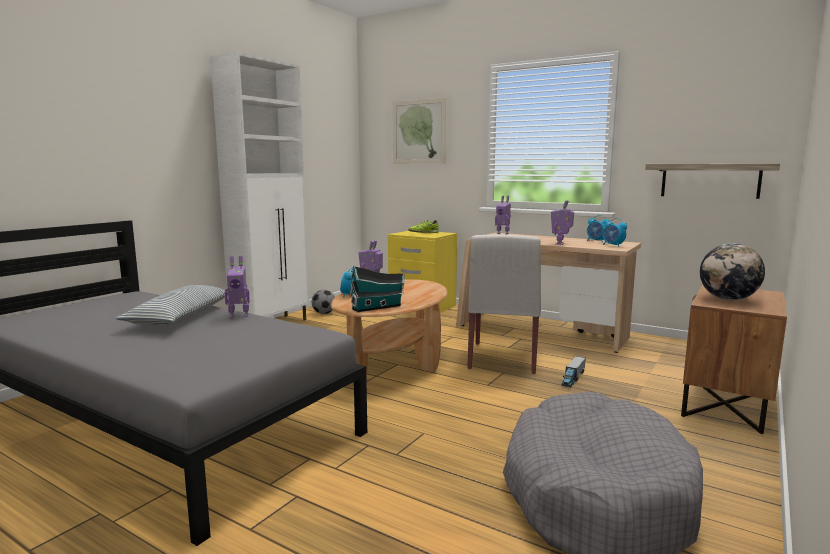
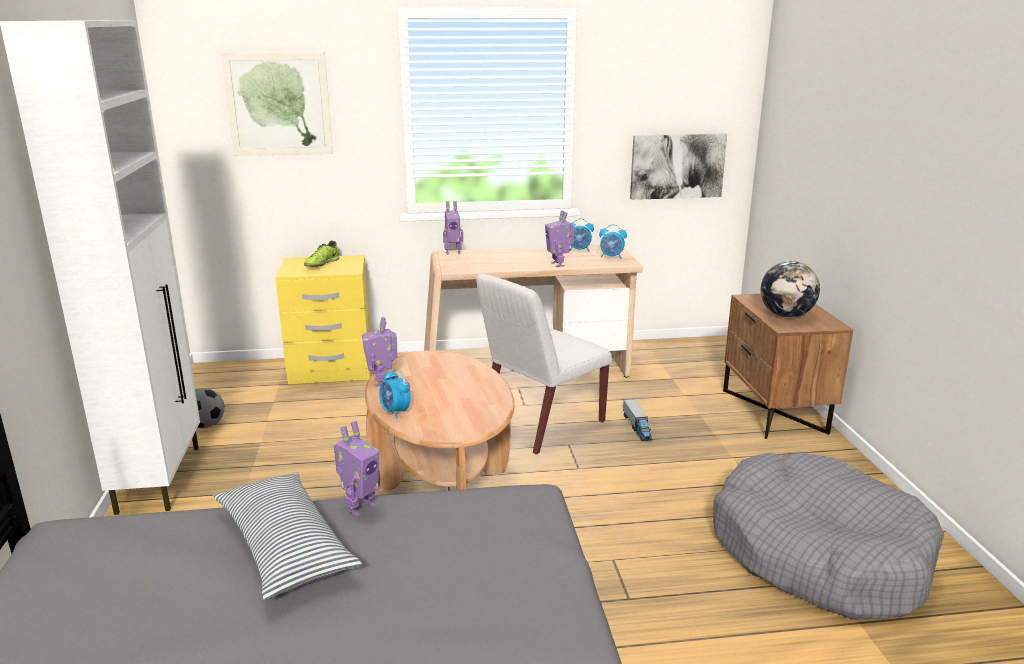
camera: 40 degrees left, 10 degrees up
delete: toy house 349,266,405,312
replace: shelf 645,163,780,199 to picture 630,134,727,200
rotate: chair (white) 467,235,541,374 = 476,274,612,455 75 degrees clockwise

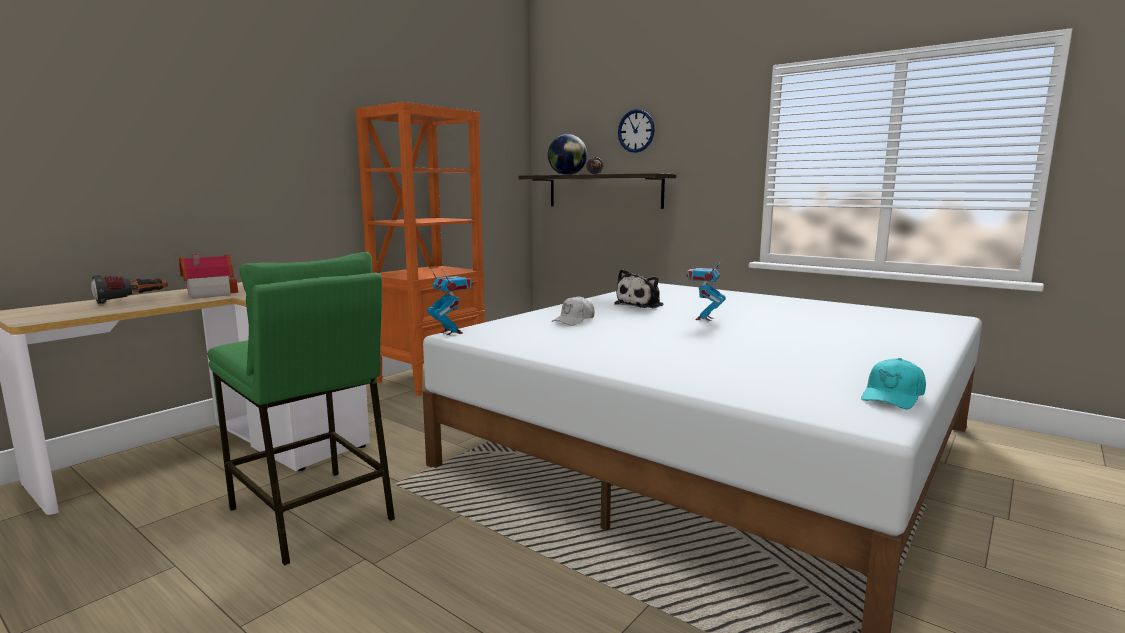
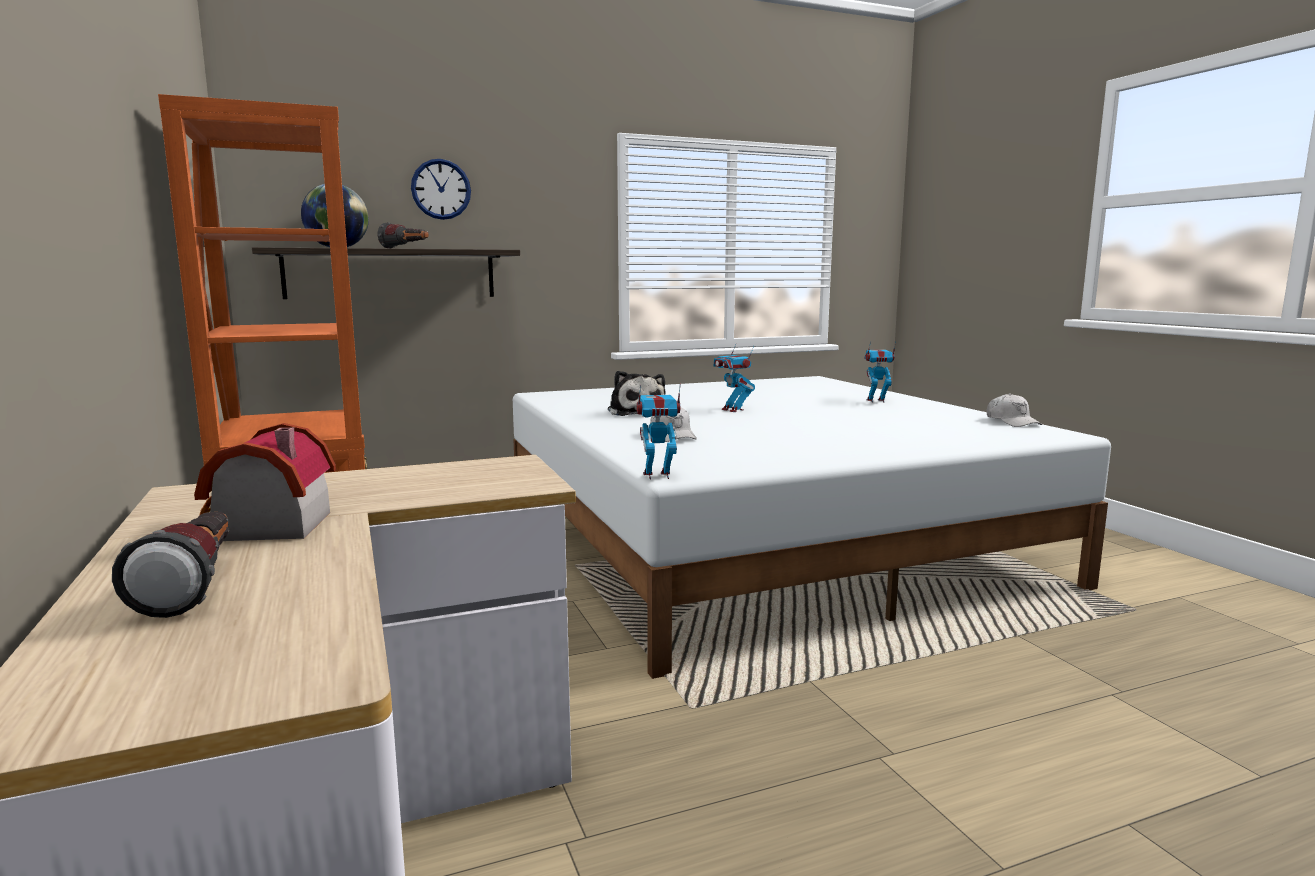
camera: 60 degrees left, 0 degrees up
delete: stool (green) 207,252,395,566
insert: toy robot 864,341,896,403
recolor: cap (turquoise) 861,358,926,409 to cap (white) 987,393,1042,427

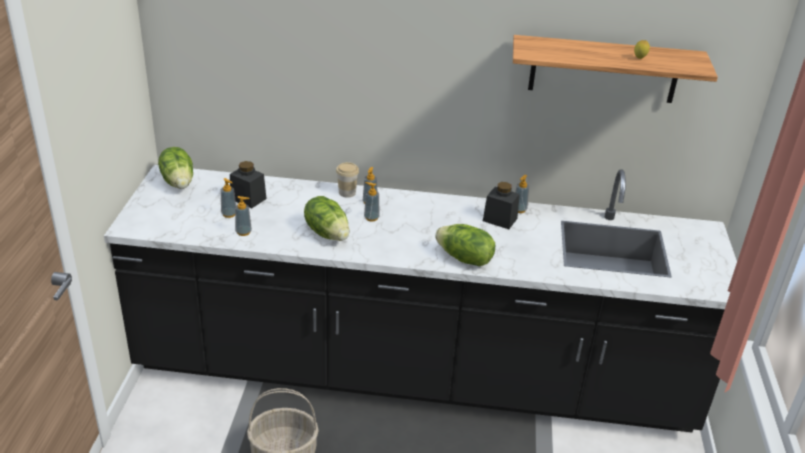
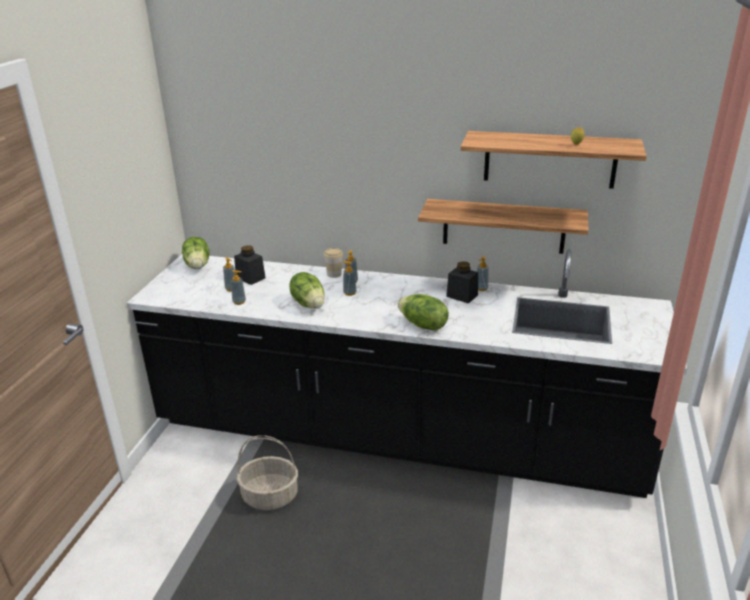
camera: 10 degrees right, 5 degrees down
insert: shelf 418,199,589,254

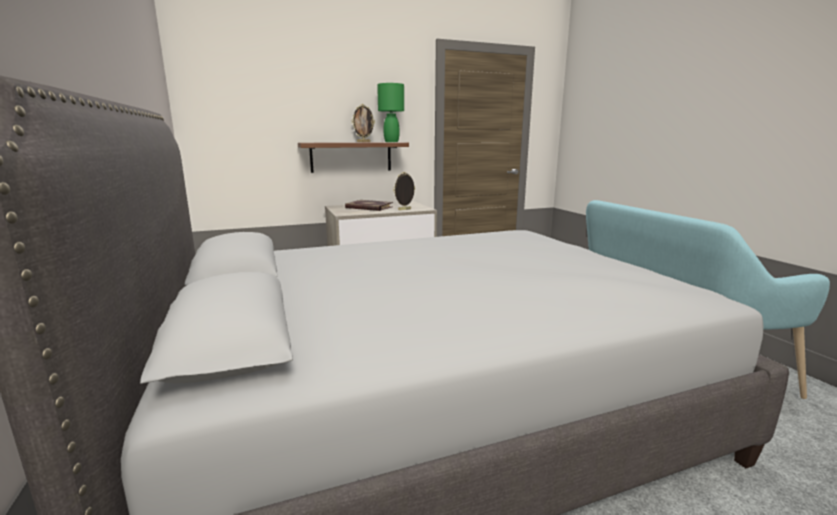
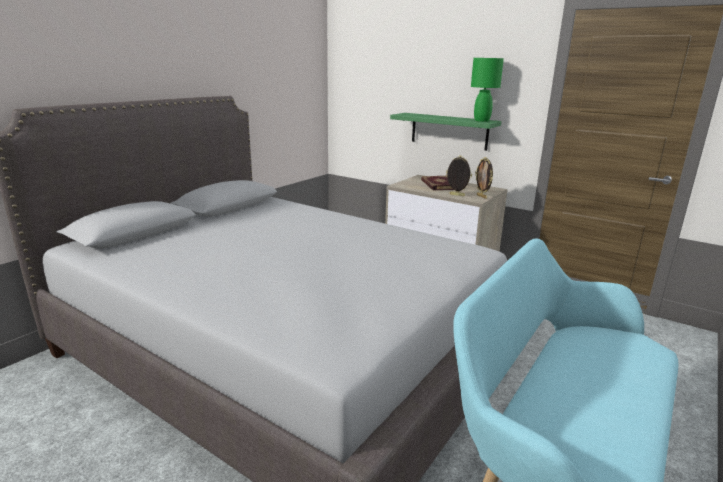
camera: 55 degrees right, 5 degrees up
move: picture frame 351,104,375,142 to 475,157,493,199
recolor: shelf (brown) 298,142,409,173 to shelf (green) 390,113,502,151

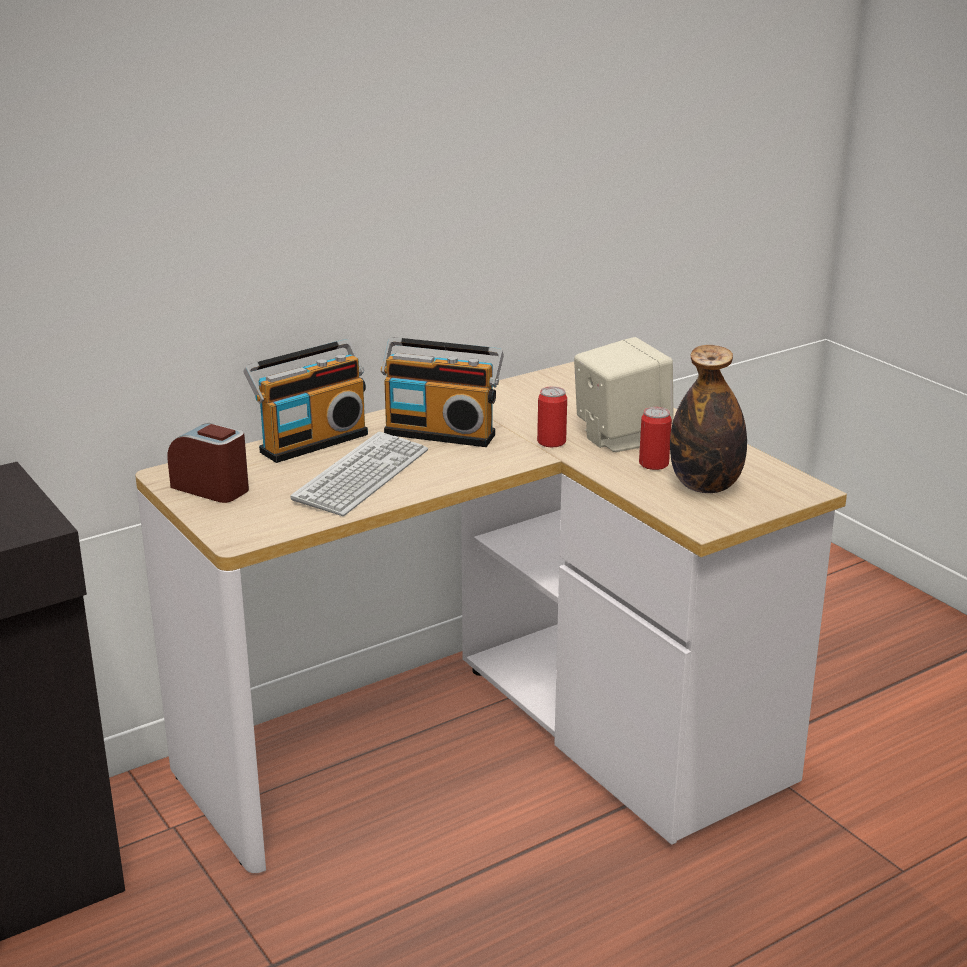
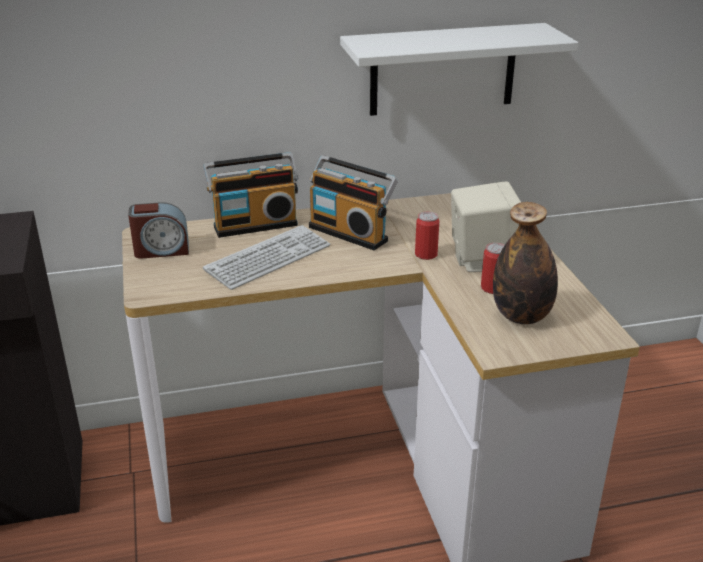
camera: 20 degrees right, 5 degrees up
insert: shelf (white) 340,23,578,116
rotate: alarm clock 168,423,249,503 = 128,202,189,259 120 degrees clockwise

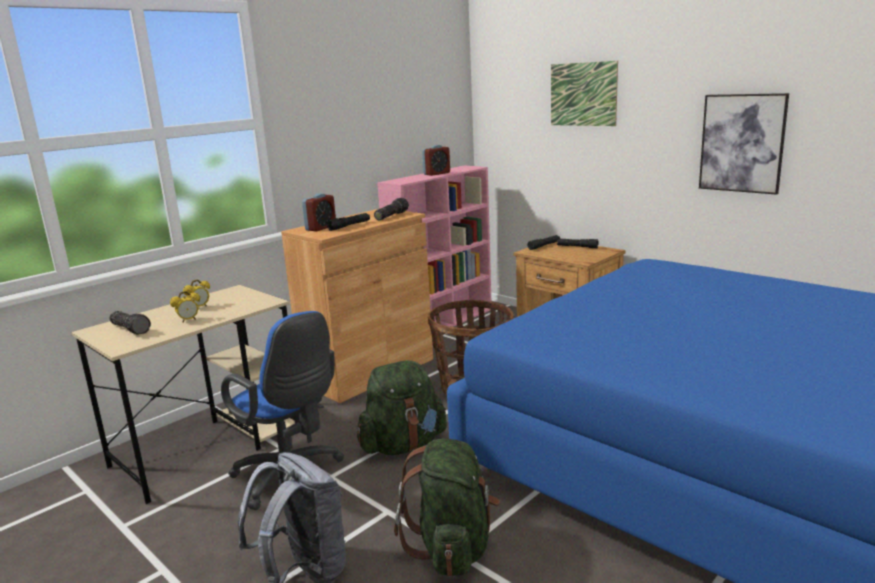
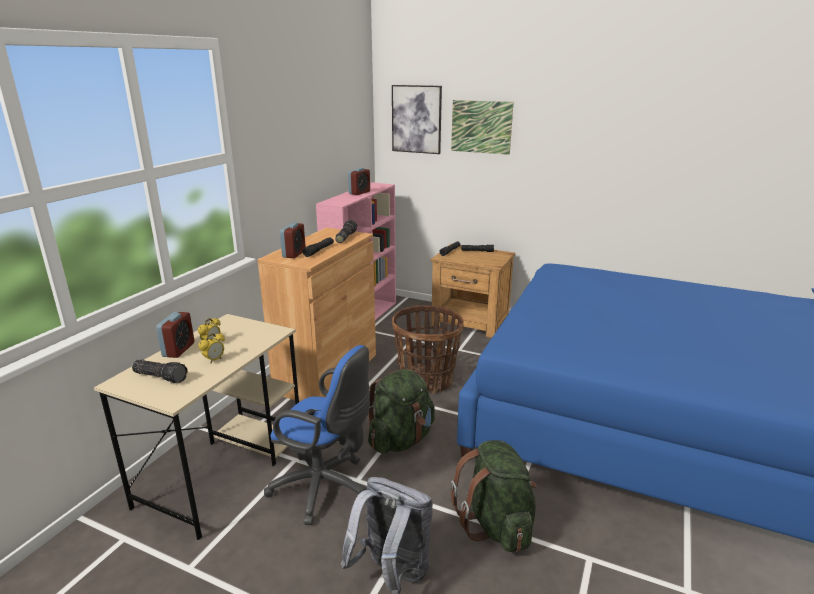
camera: 20 degrees left, 5 degrees up
insert: alarm clock 156,312,194,358
move: picture 699,93,789,195 to 392,85,442,154

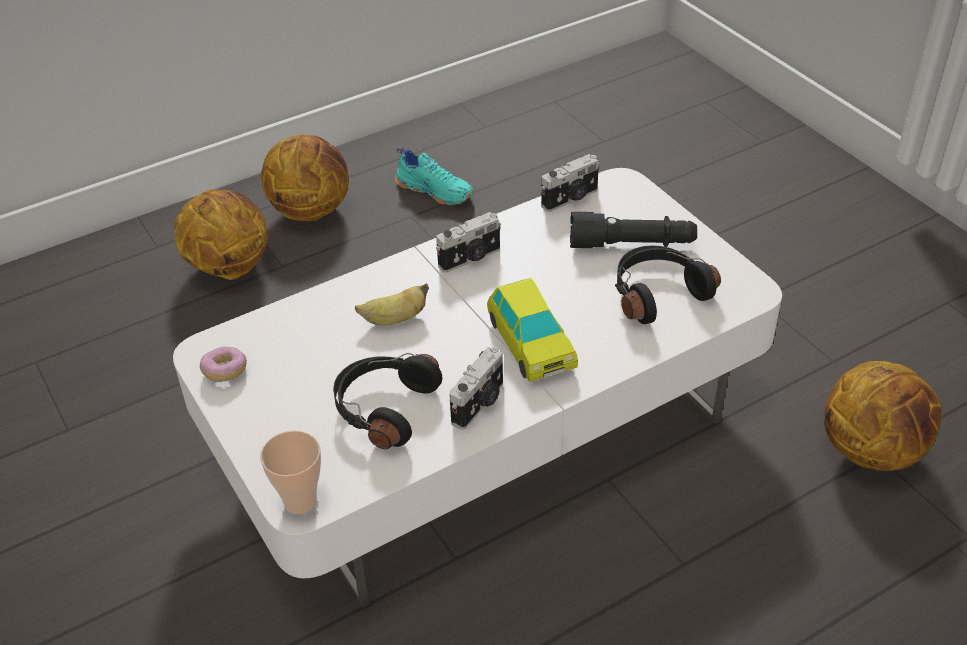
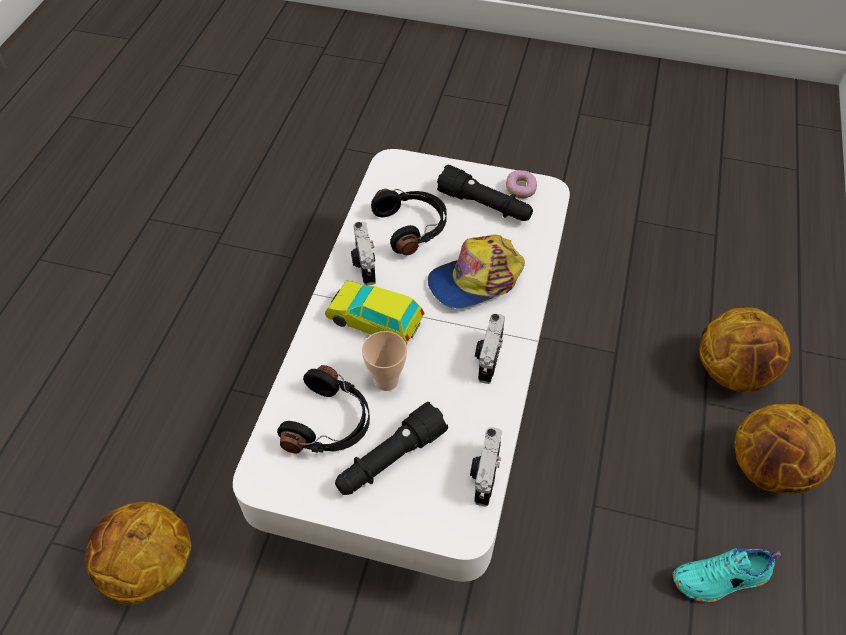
camera: 135 degrees right, 10 degrees up
insert: flashlight (black) 437,165,533,221
move: cup 260,430,321,514 to 362,331,407,391
replace: banana 355,283,429,325 to cap 428,234,525,309

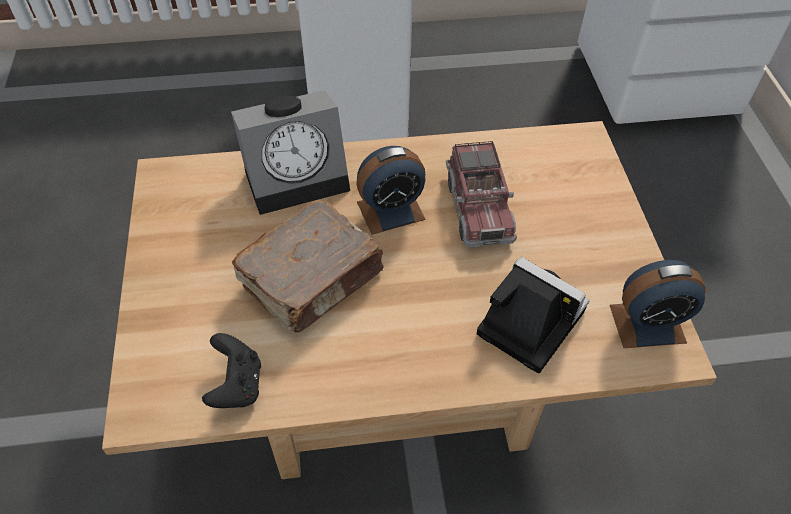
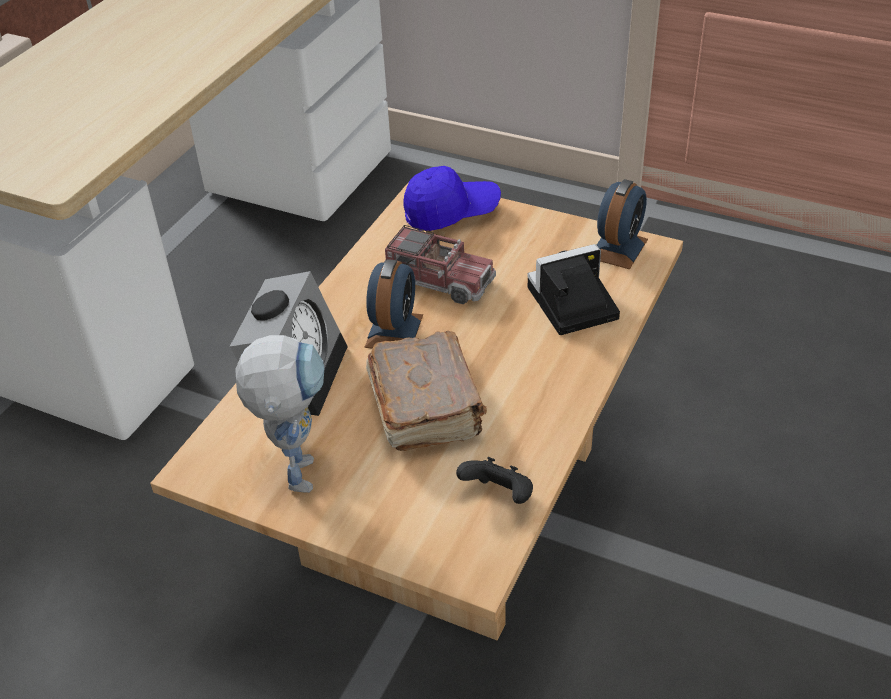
camera: 55 degrees left, 10 degrees down
insert: toy robot 235,335,324,493; cap (blue) 403,166,501,231

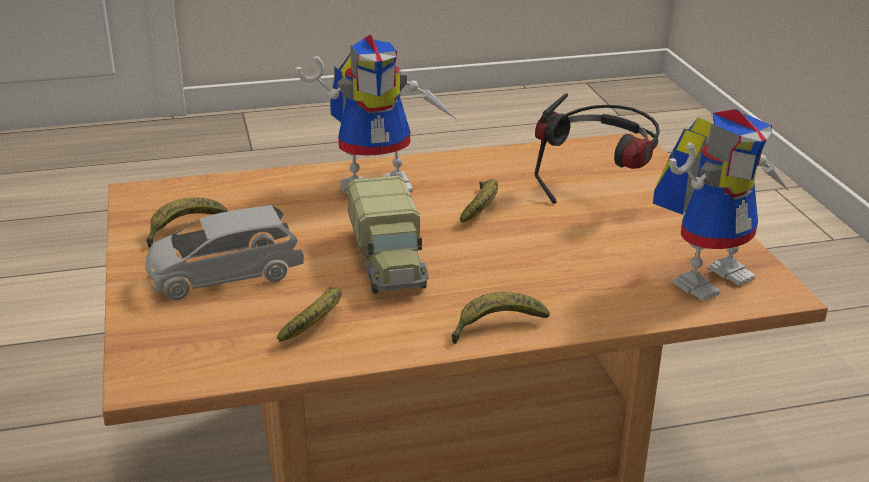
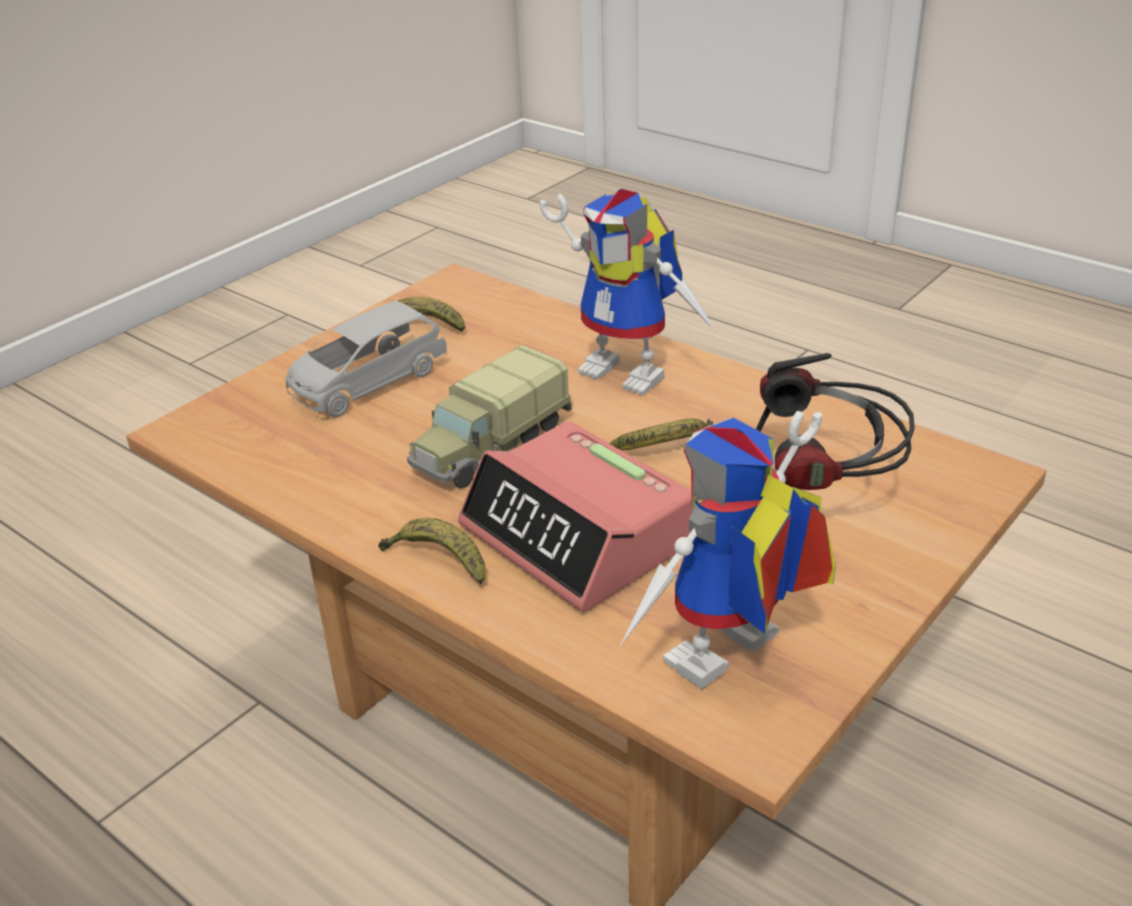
camera: 55 degrees right, 5 degrees up
delete: banana 277,287,342,342
insert: alarm clock 458,421,693,612
rotate: toy car (grey) 145,205,304,300 = 286,300,447,417 75 degrees counterclockwise; toy robot 653,109,789,301 = 620,411,836,689 120 degrees clockwise

